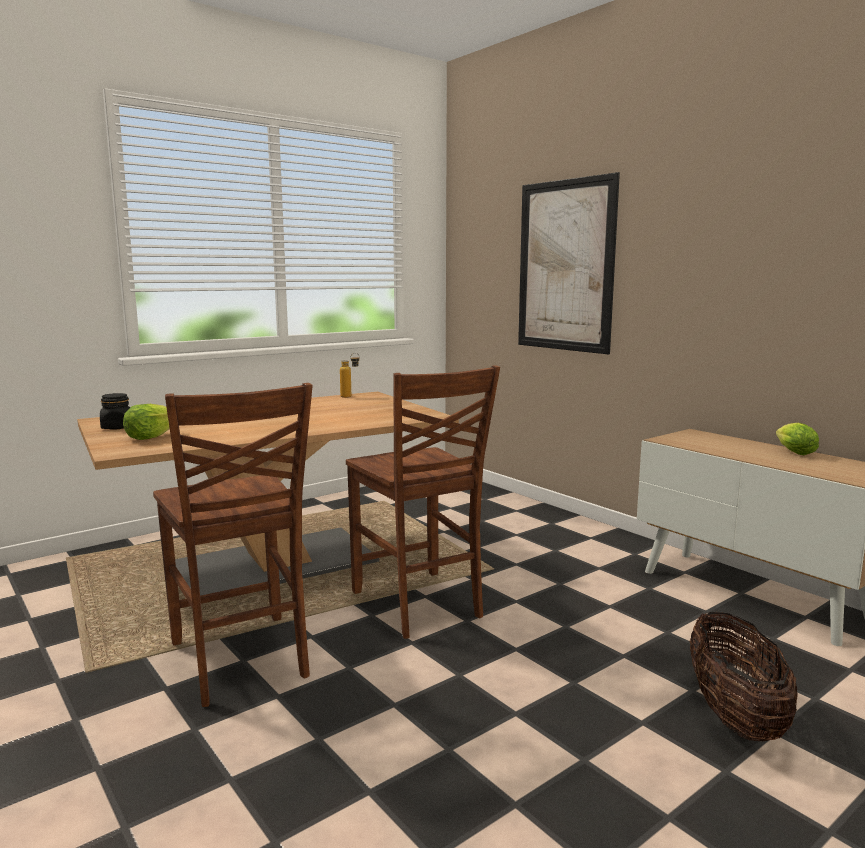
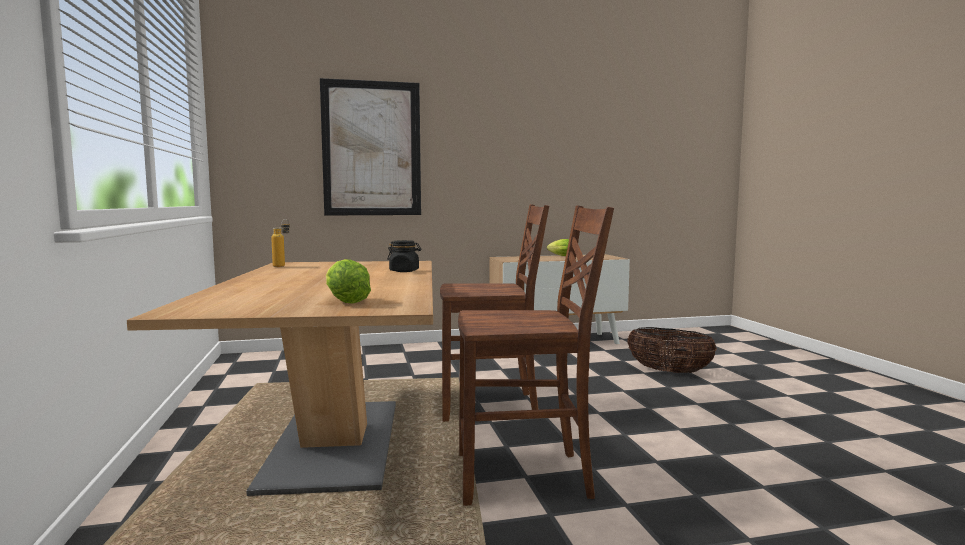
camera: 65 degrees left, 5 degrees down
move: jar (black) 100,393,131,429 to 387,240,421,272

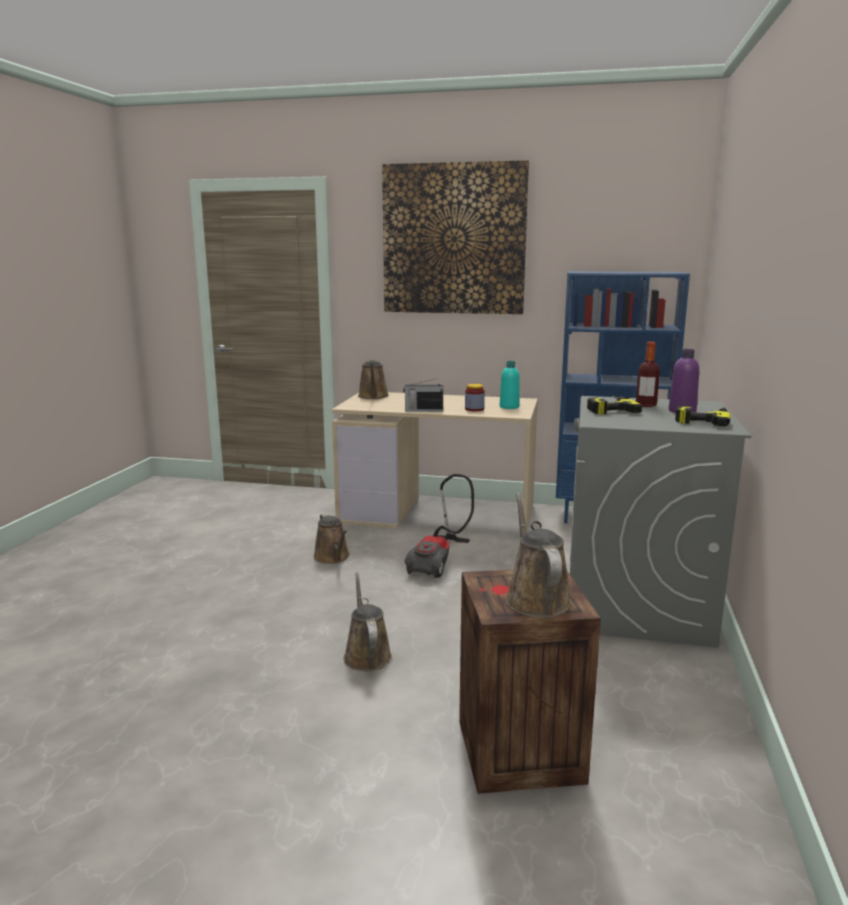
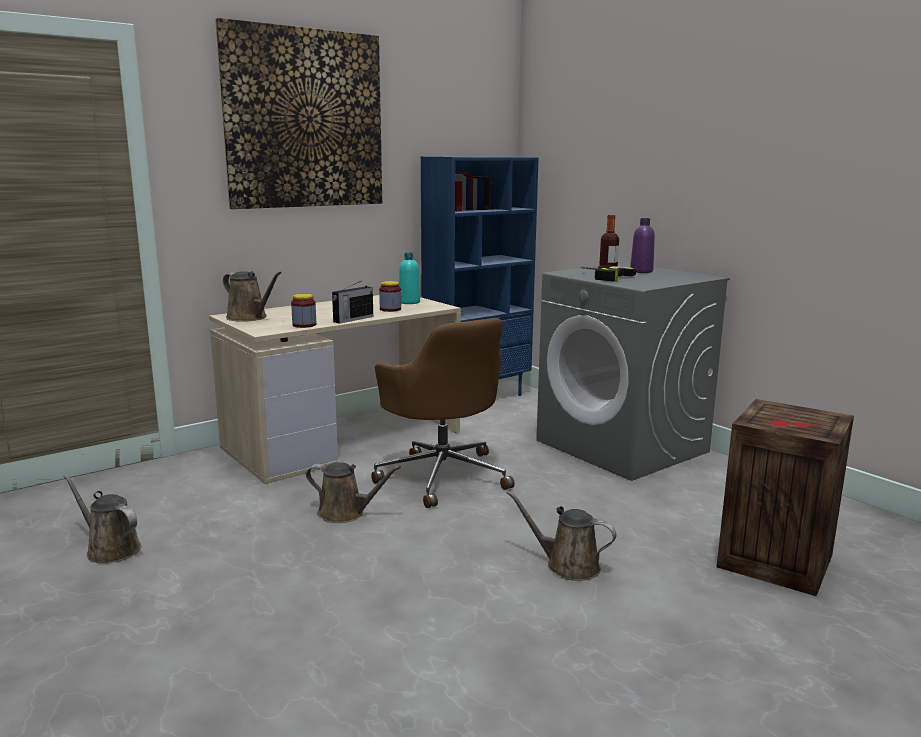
camera: 50 degrees left, 0 degrees up
delete: power drill 675,406,730,426
insert: jar 291,294,316,328
move: watering can (brown) 506,492,571,618 to 63,474,141,563
replace: vacuum cleaner 405,474,474,578 to office chair (brown) 371,318,515,508

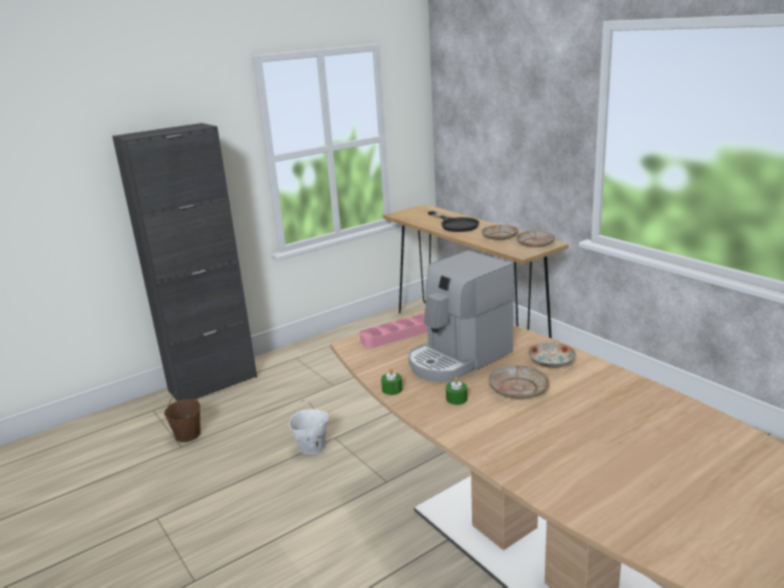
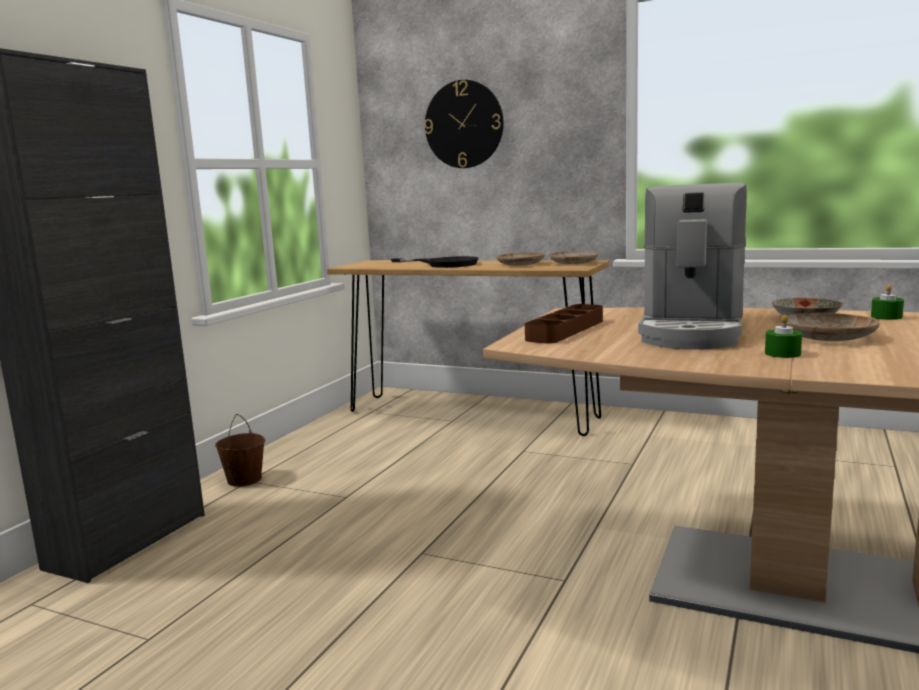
camera: 30 degrees left, 10 degrees down
delete: bucket (white) 289,400,329,454
insert: wall clock 424,80,503,168
move: bucket (brown) 164,390,201,442 to 215,414,265,487; candle (green) 381,368,402,395 to 871,284,904,320
recolor: tray (pink) 360,313,428,348 to tray (brown) 525,304,603,344

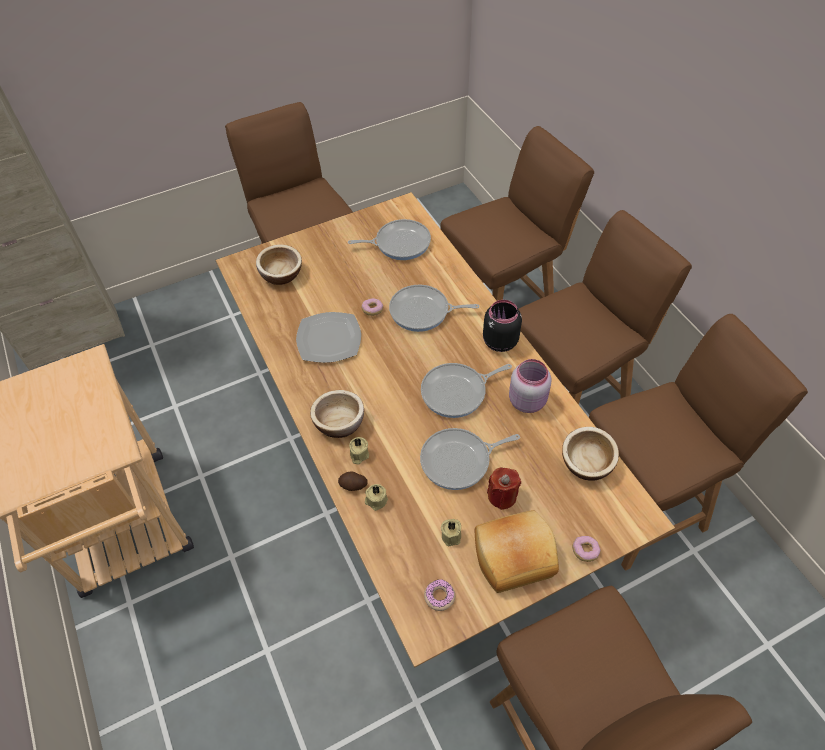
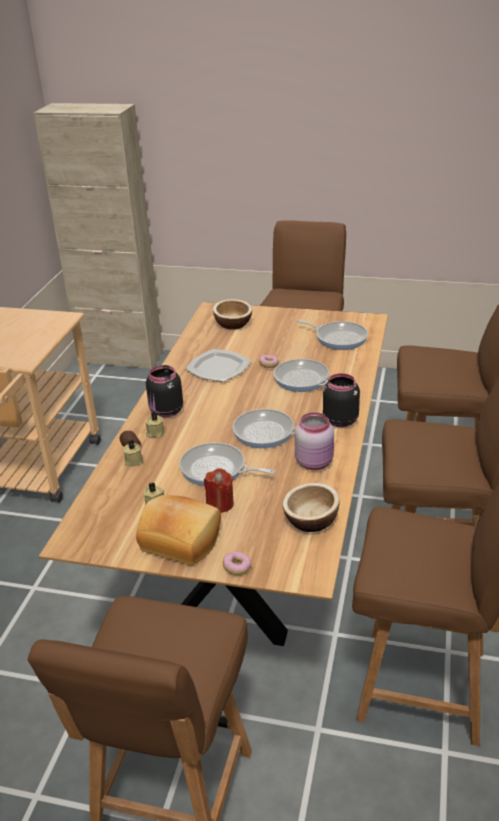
camera: 40 degrees right, 20 degrees down
delete: donut 424,579,455,611
replace: bowl 310,390,364,438 to jar (black) 146,365,183,417

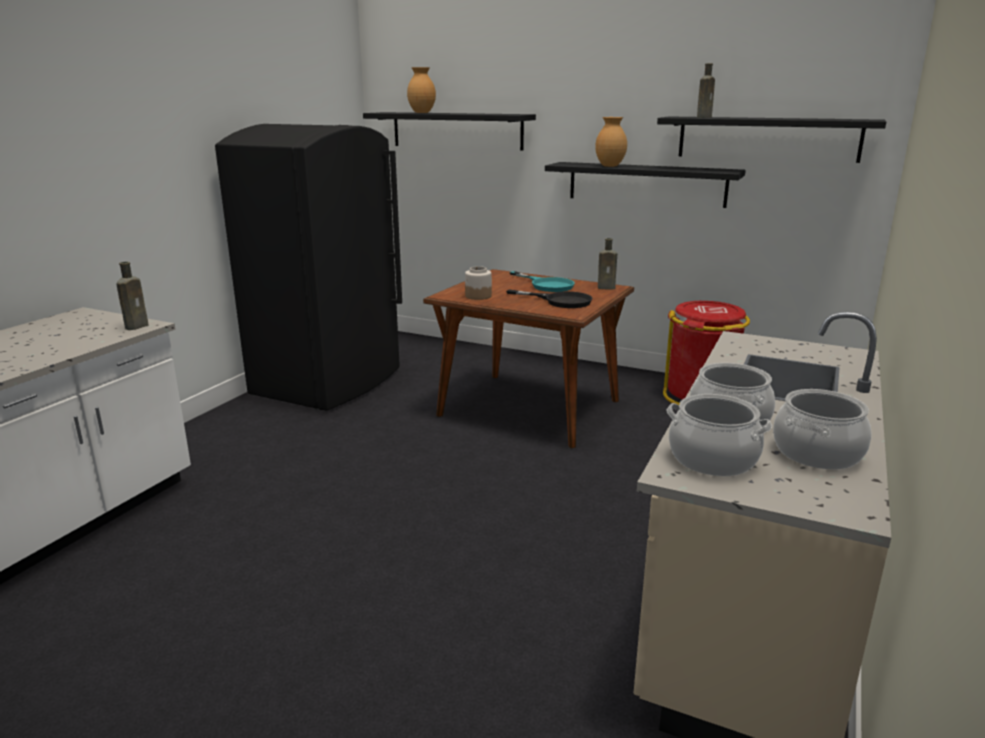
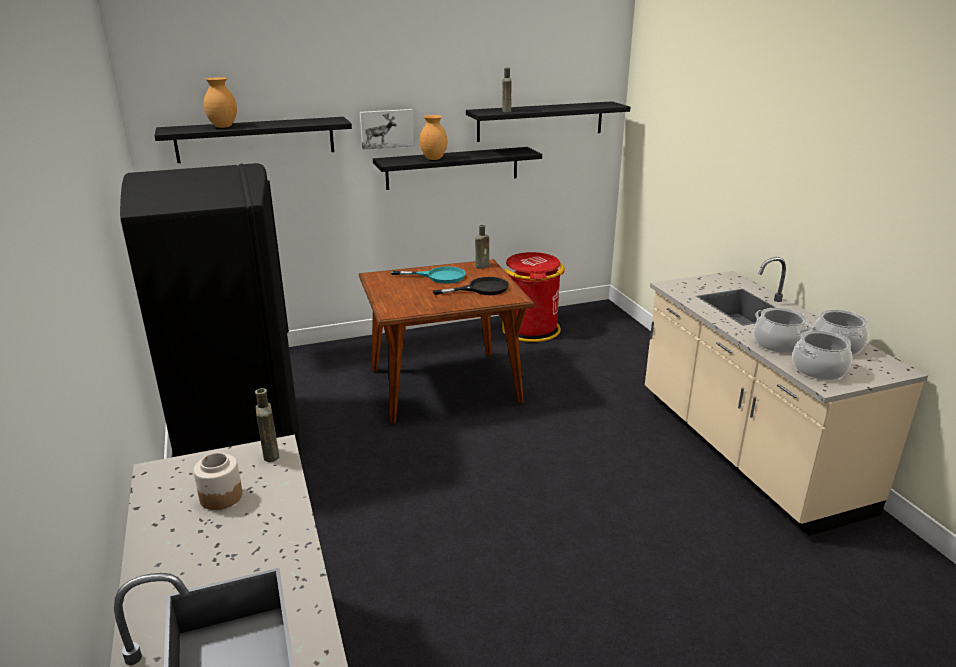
camera: 45 degrees left, 5 degrees up
insert: picture 360,109,414,150
move: jar 465,266,492,300 to 193,453,243,510

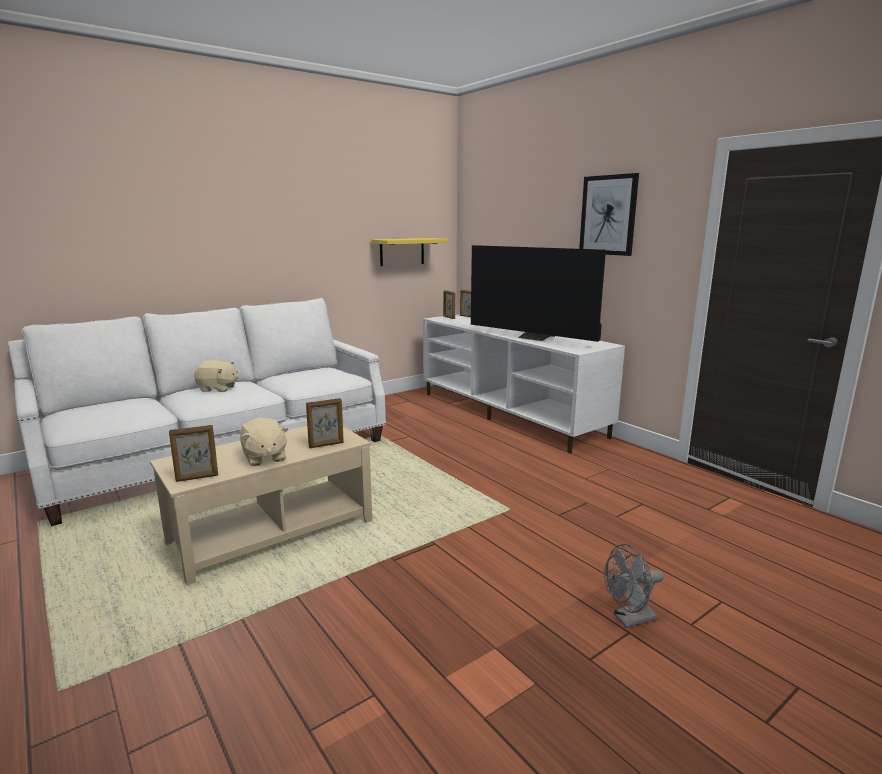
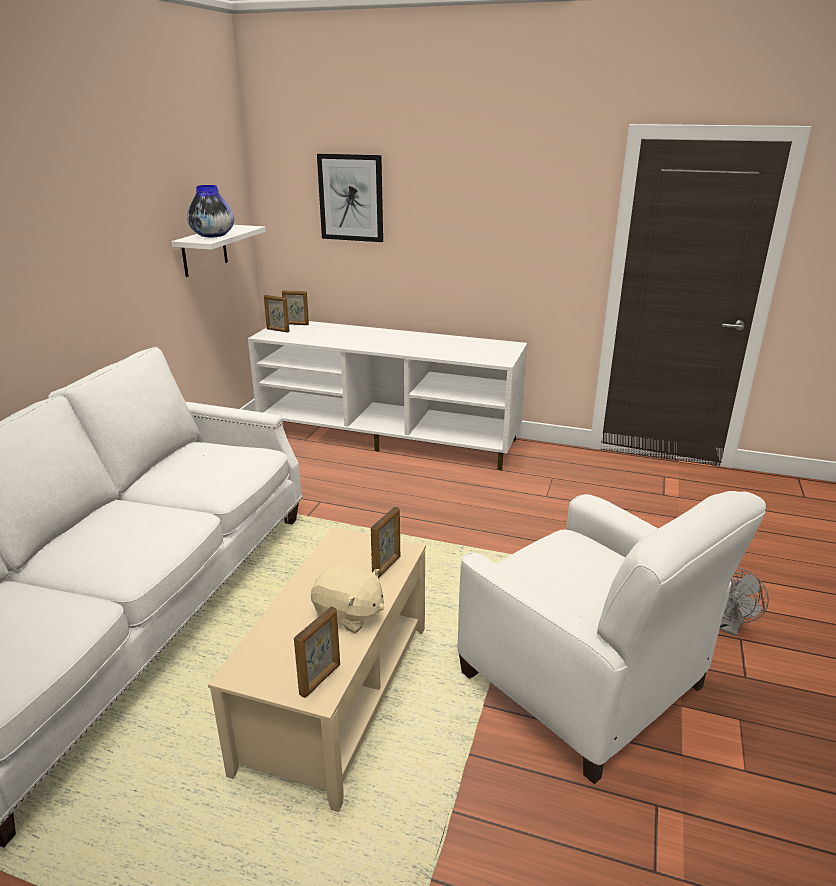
camera: 35 degrees left, 10 degrees up
delete: plush toy (beige) 194,360,239,392; television 471,245,606,342
insert: vase 187,185,234,238; armchair (white) 457,491,766,784
move: picture 579,173,639,256 to 317,154,383,242
recolor: shelf (yellow) 371,238,448,266 to shelf (white) 171,225,266,277

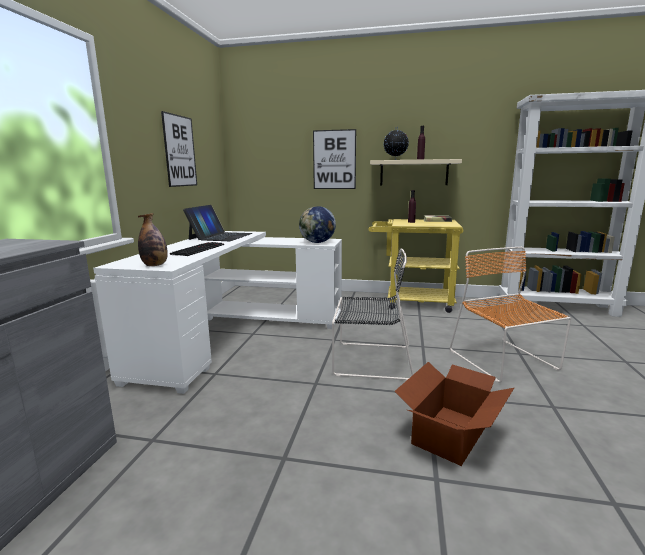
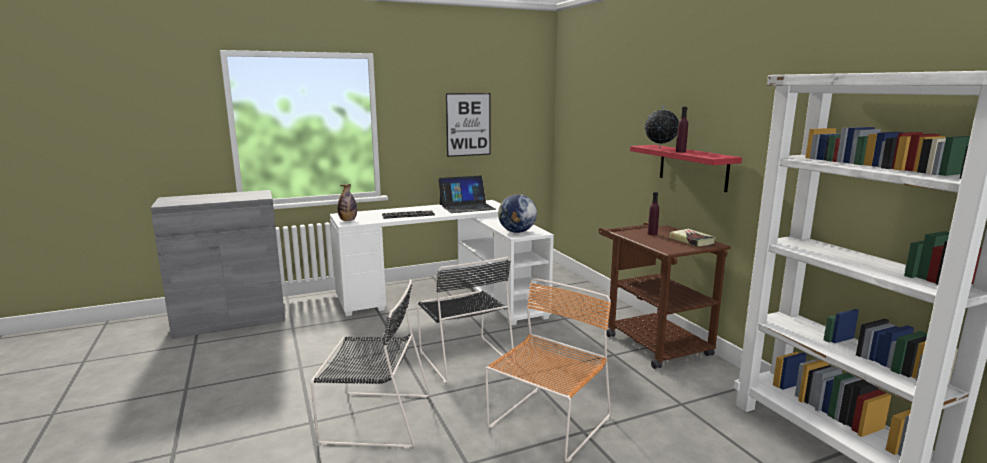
camera: 55 degrees right, 0 degrees up
delete: picture 313,129,356,189
replace: cardboard box 394,362,514,466 to chair (black) 310,280,430,448
recolor: cart (yellow) 369,219,463,313 to cart (brown) 599,223,731,369; shelf (beige) 370,159,462,185 to shelf (red) 630,145,742,192

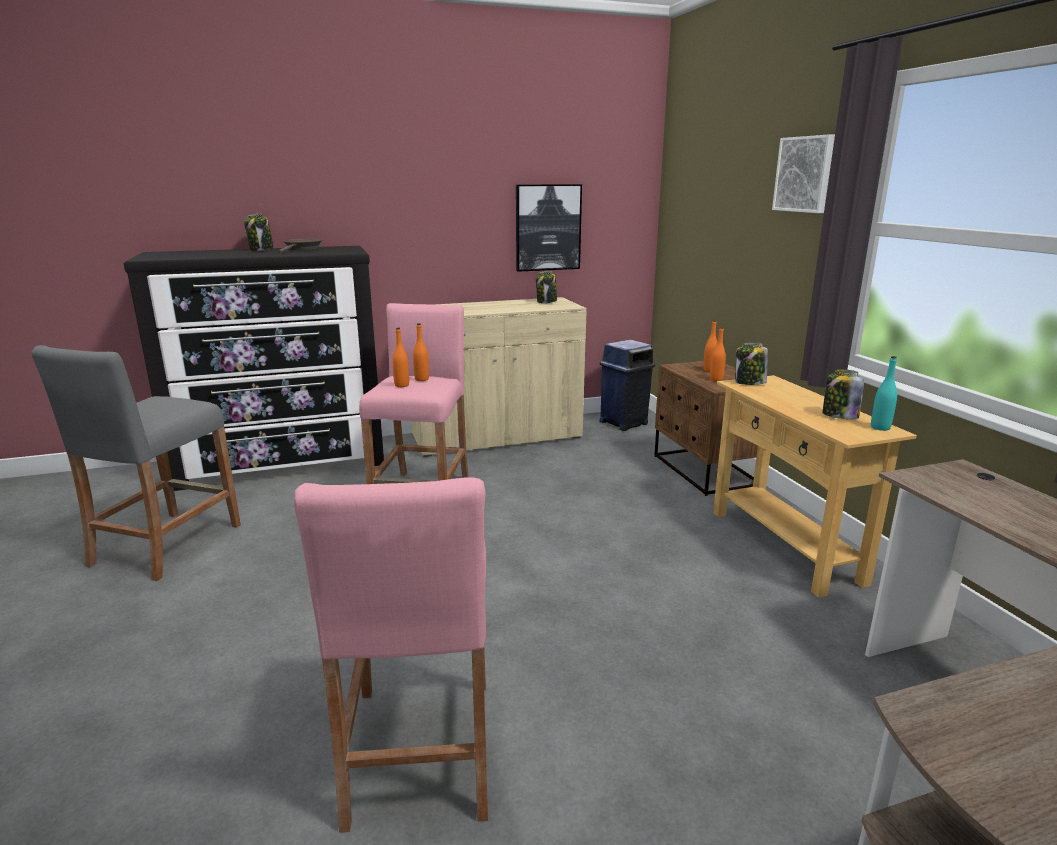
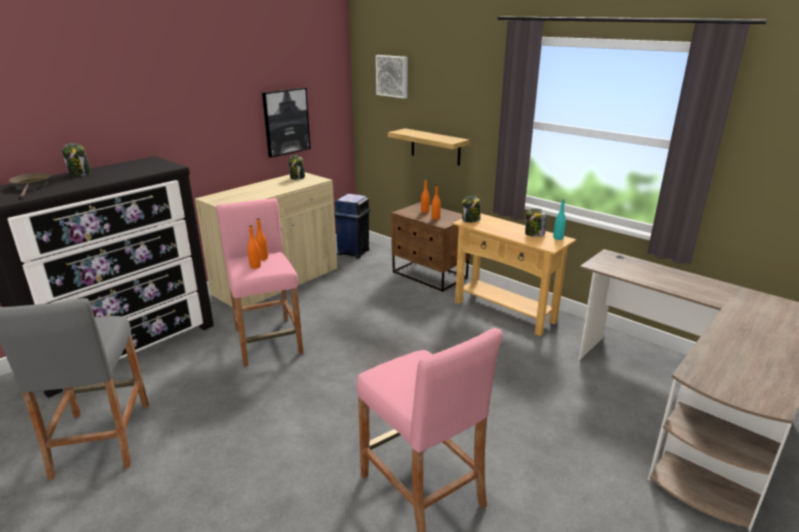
camera: 30 degrees left, 5 degrees up
insert: shelf 388,128,470,166
move: frying pan (brown) 278,239,322,253 to 9,173,51,198; picture 772,134,835,213 to 376,55,408,98

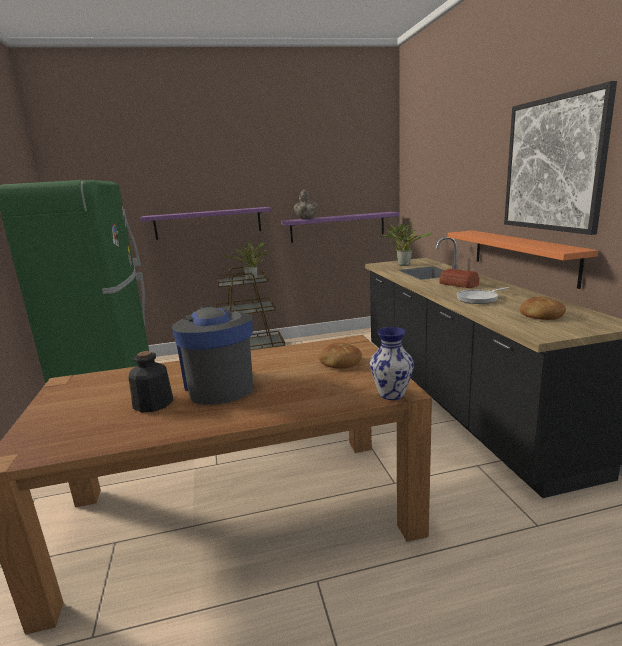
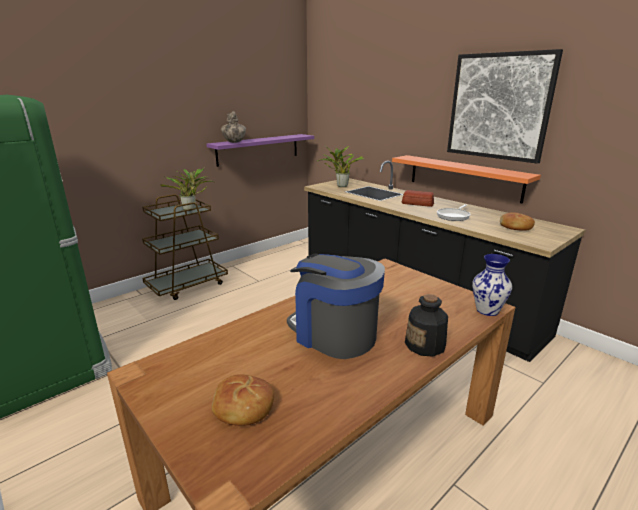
camera: 30 degrees left, 5 degrees up
delete: shelf (purple) 140,207,271,240
move: bottle 128,351,173,412 to 405,294,448,357; bread 319,342,362,369 to 212,374,274,426

